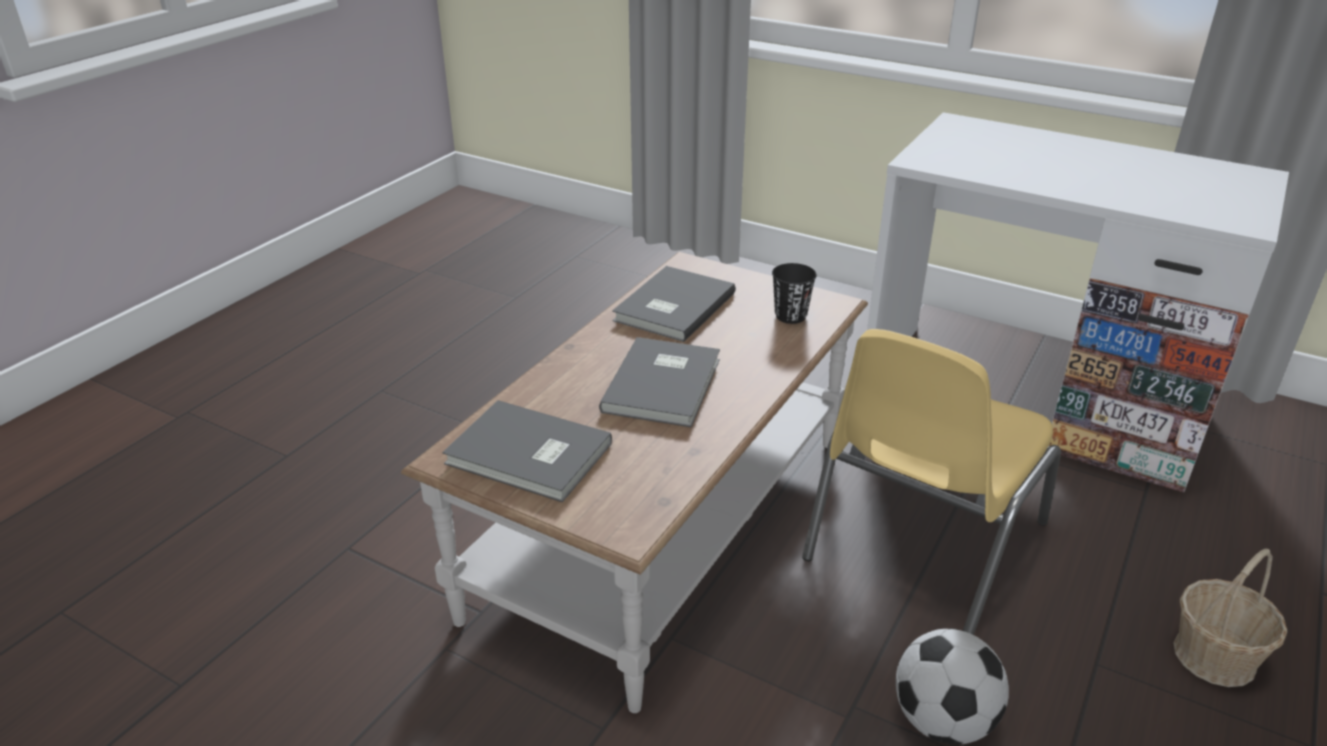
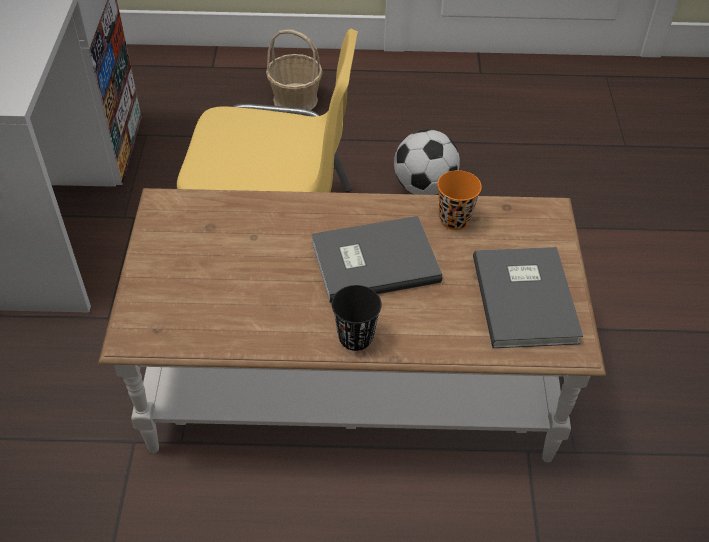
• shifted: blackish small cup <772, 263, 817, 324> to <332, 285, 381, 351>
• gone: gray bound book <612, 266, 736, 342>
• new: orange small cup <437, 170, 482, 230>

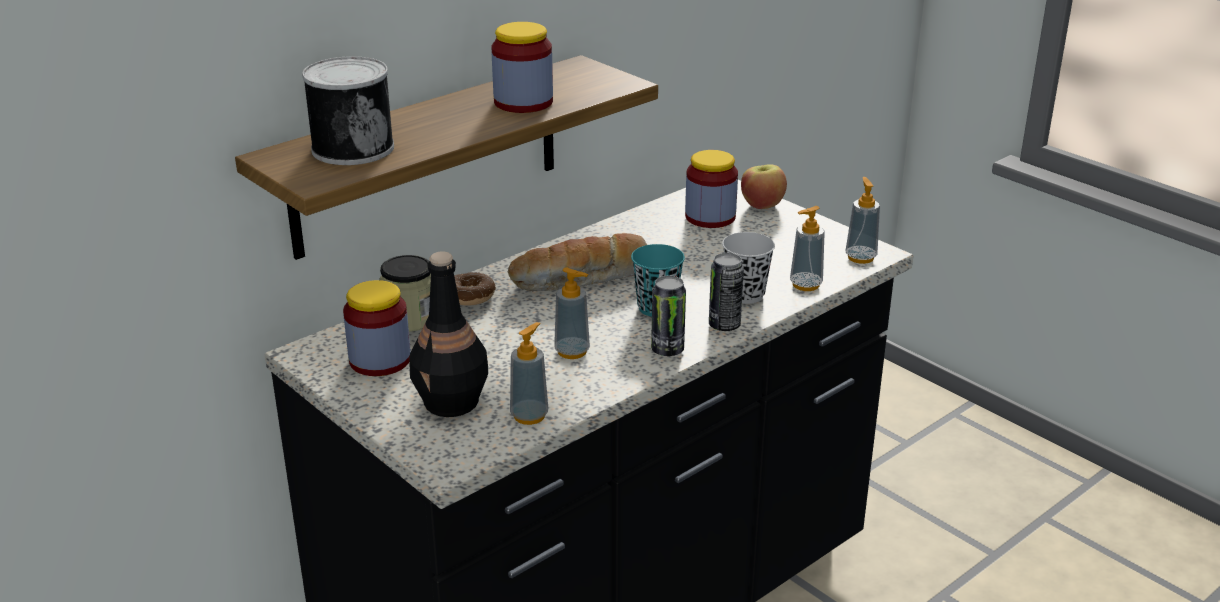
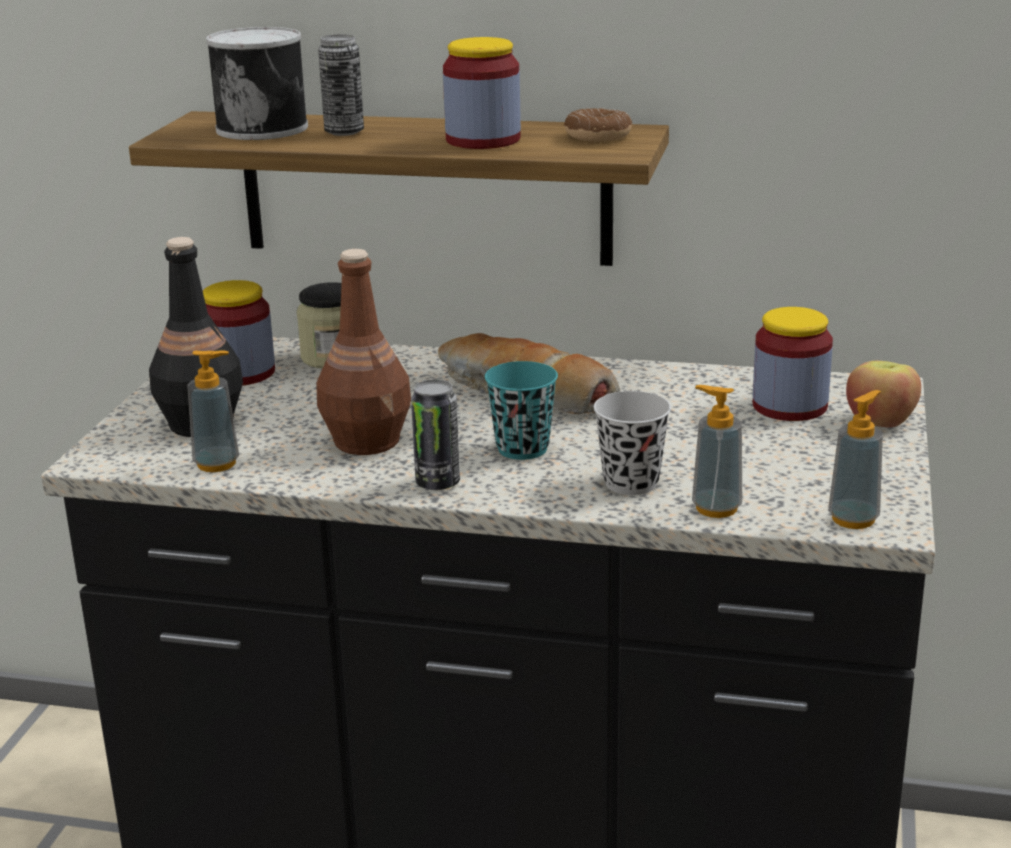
• shifted: metal can <709, 253, 744, 331> to <318, 34, 364, 136>
• swapped: liquid soap bottle <554, 267, 590, 359> to brownish drink bottle <316, 249, 411, 455>
• shifted: donut <454, 272, 496, 306> to <564, 108, 633, 141>

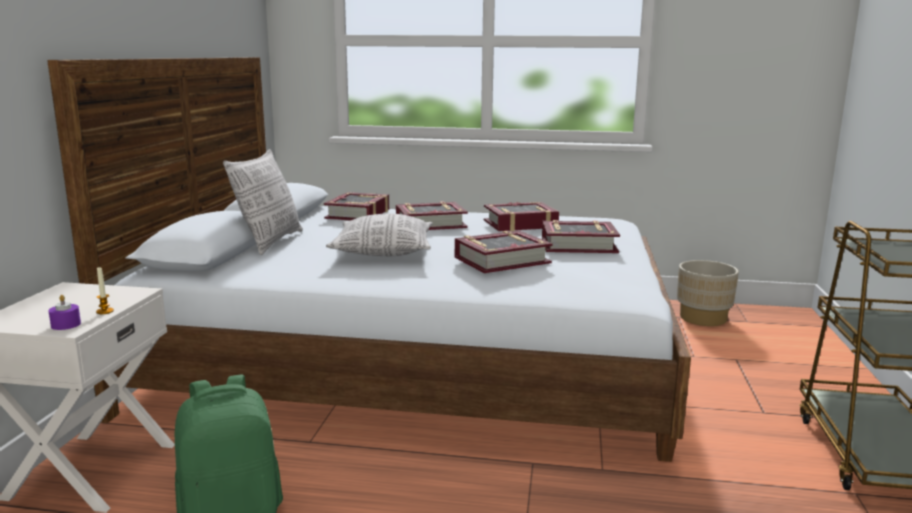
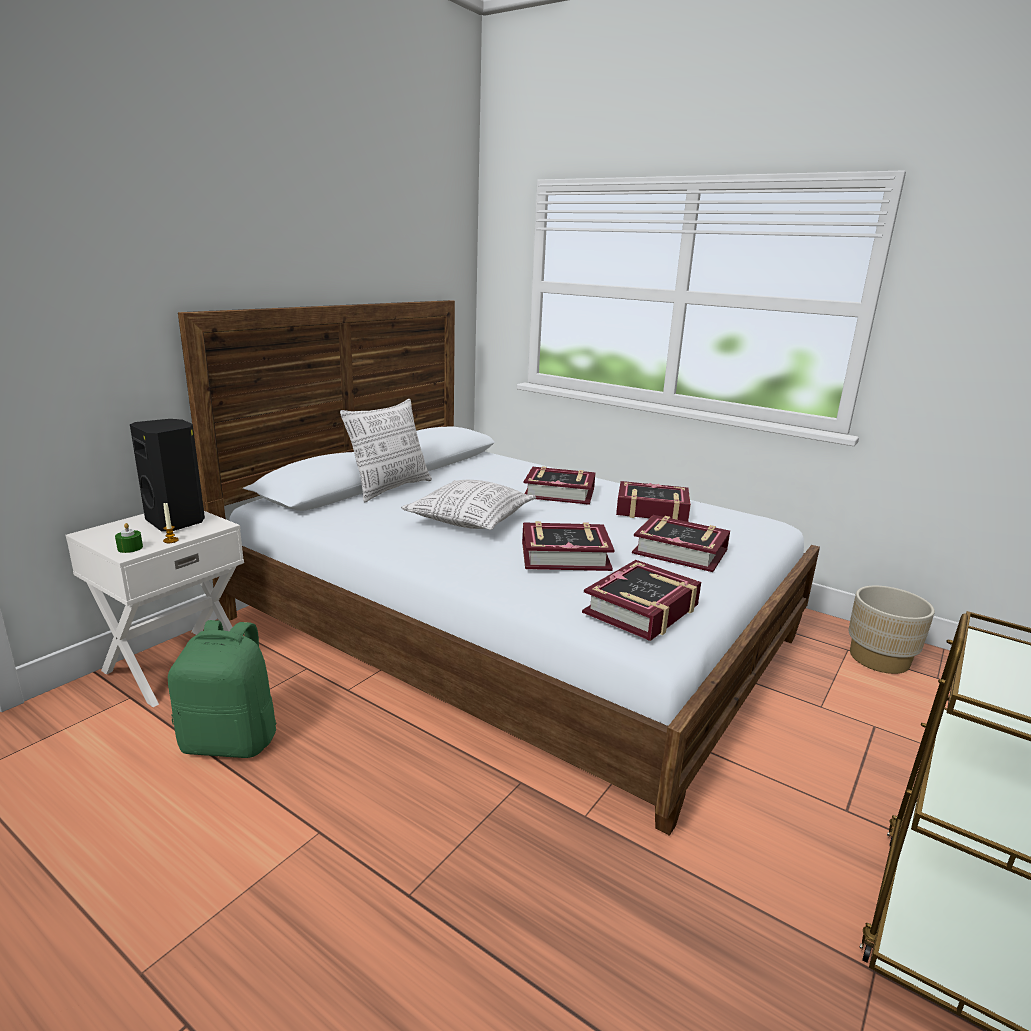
• shifted: bound book <324, 192, 389, 220> to <582, 560, 701, 641>
• repainted: purple-coloured wax candle <48, 295, 81, 330> to green-coloured wax candle <115, 523, 143, 553>
• new: blackish audio speaker <130, 419, 205, 531>

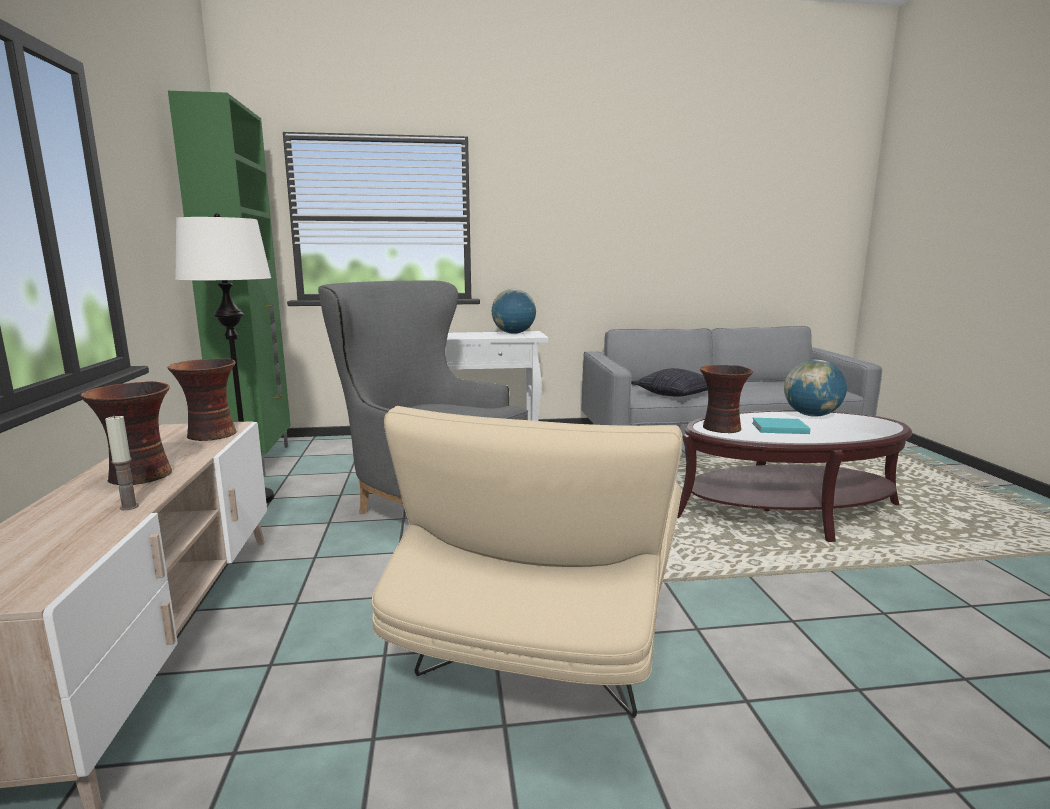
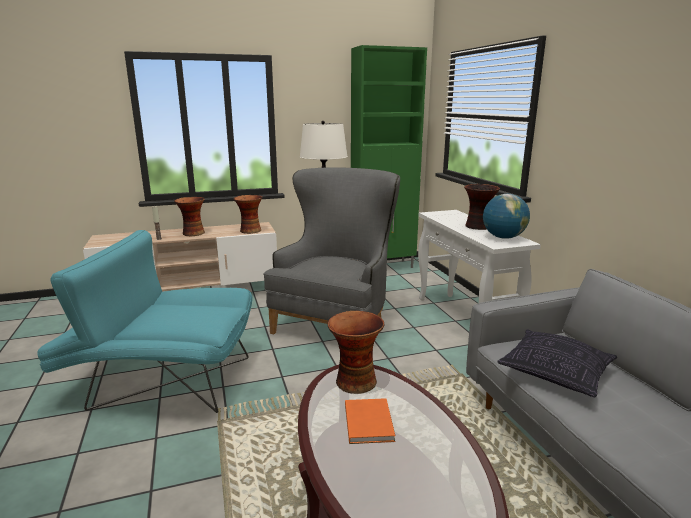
• gone: globe <784, 360, 847, 417>
• repainted: beige easy chair <372, 406, 683, 718> to blue-green easy chair <37, 230, 253, 413>
• repainted: blue-green bound book <752, 418, 810, 434> to orange bound book <345, 398, 395, 444>
• new: flower vase <464, 184, 500, 230>

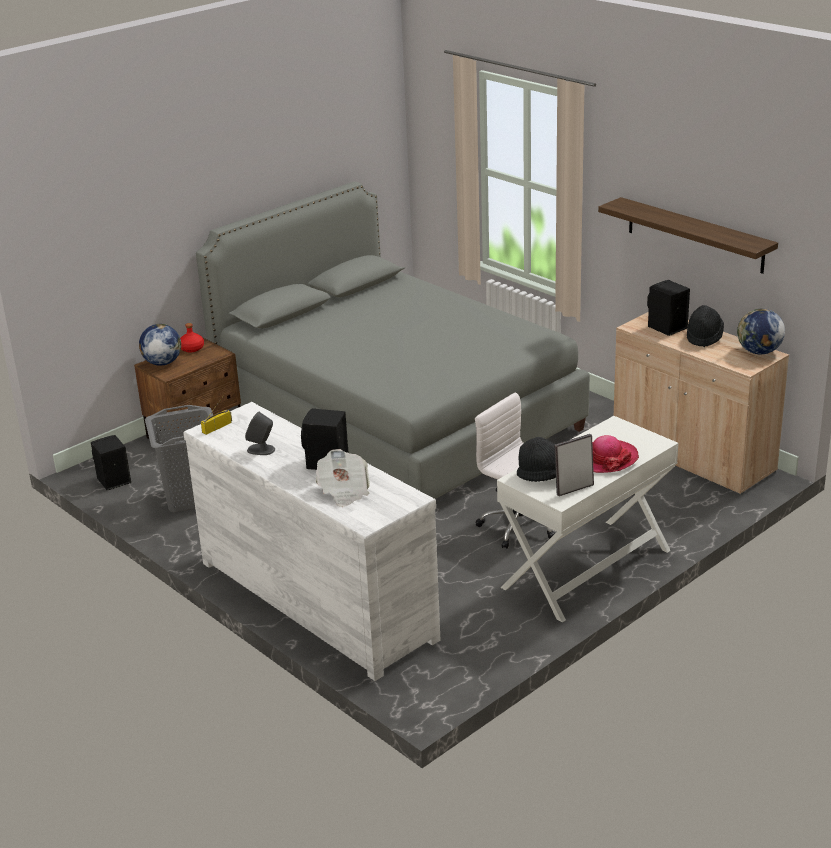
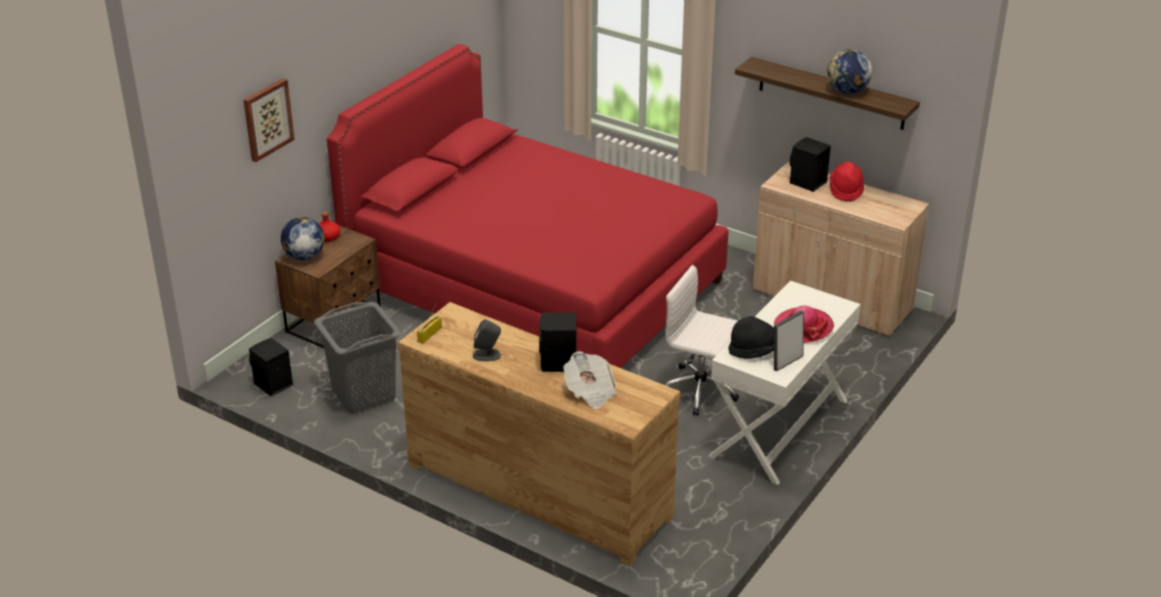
• repainted: gray bedroom bed <196, 182, 590, 499> to red-coloured bedroom bed <327, 44, 729, 368>
• repainted: blackish clothing hat <687, 305, 724, 347> to red-coloured clothing hat <830, 162, 864, 202>
• shifted: globe <737, 309, 785, 354> to <827, 49, 872, 94>
• repainted: white-coloured drawer chest <184, 402, 440, 681> to brownish drawer chest <398, 302, 680, 566>
• new: wall picture <243, 78, 295, 162>

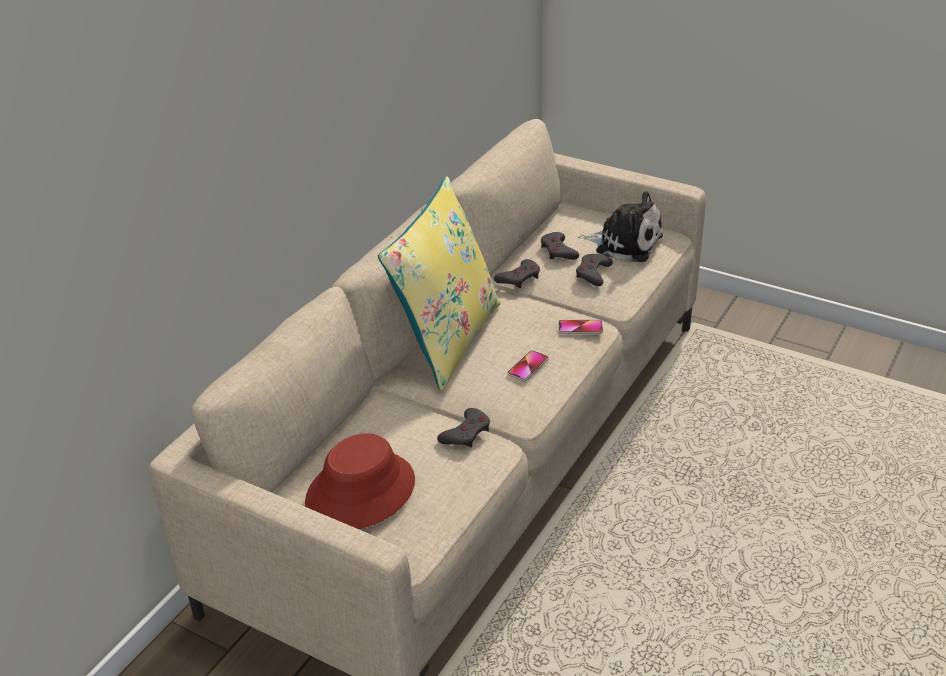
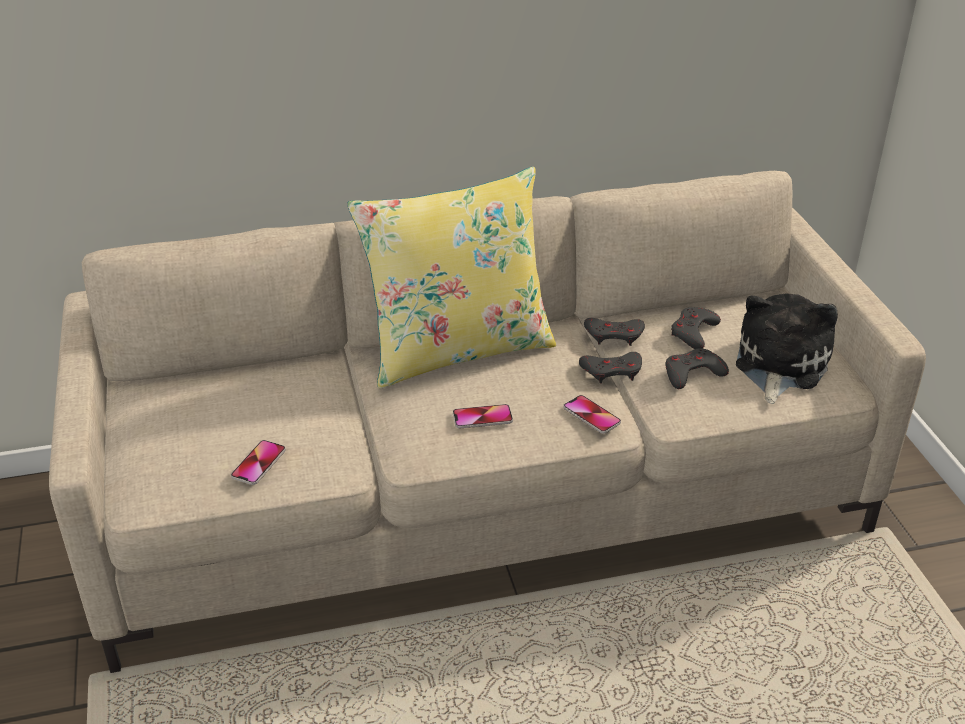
• rotated: cuddly toy <577, 191, 663, 262> = <736, 293, 838, 404> 135 degrees counterclockwise
• shifted: gray game controller <437, 408, 490, 447> to <579, 352, 642, 383>
• gone: red-coloured clothing hat <305, 433, 415, 529>
• new: handset <231, 440, 286, 485>

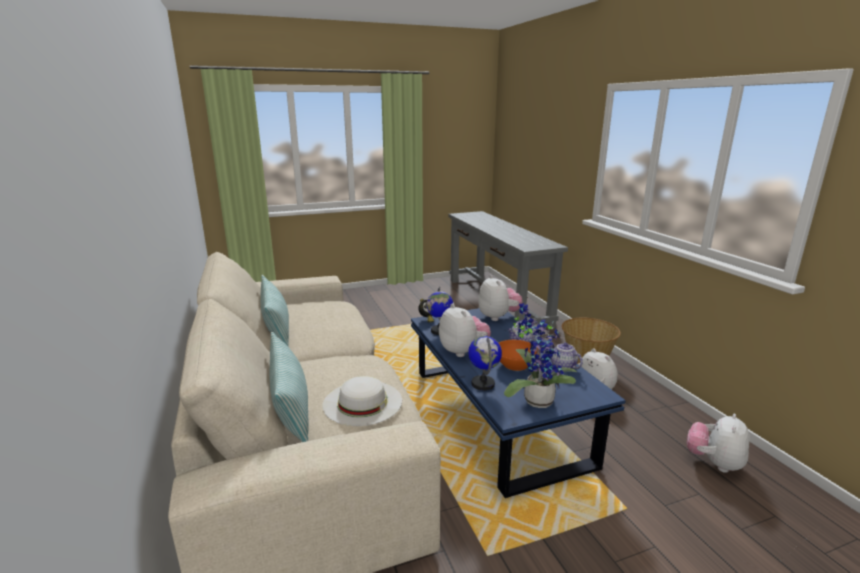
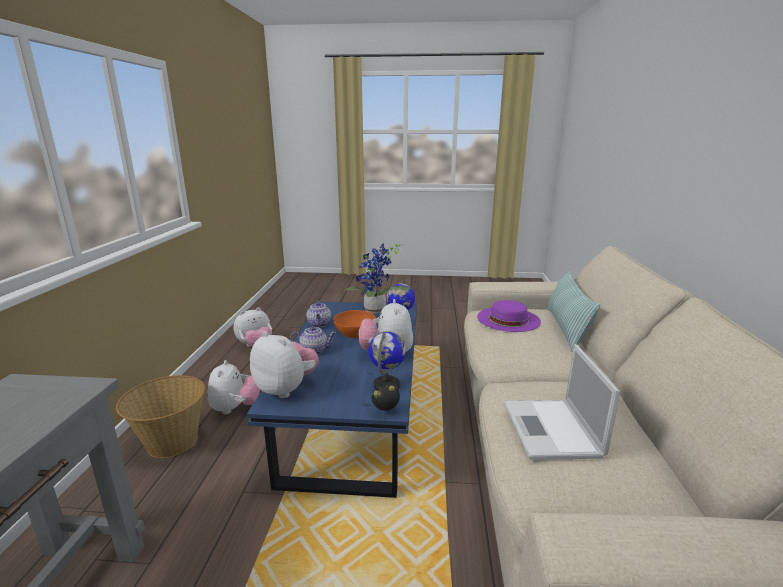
• gone: throw pillow <261, 275, 289, 347>
• rotated: cuddly toy <478, 275, 523, 321> = <250, 331, 319, 398> 120 degrees clockwise
• repainted: white-coloured clothing hat <323, 376, 402, 426> to purple-coloured clothing hat <477, 300, 541, 332>
• new: notebook computer <504, 344, 620, 460>

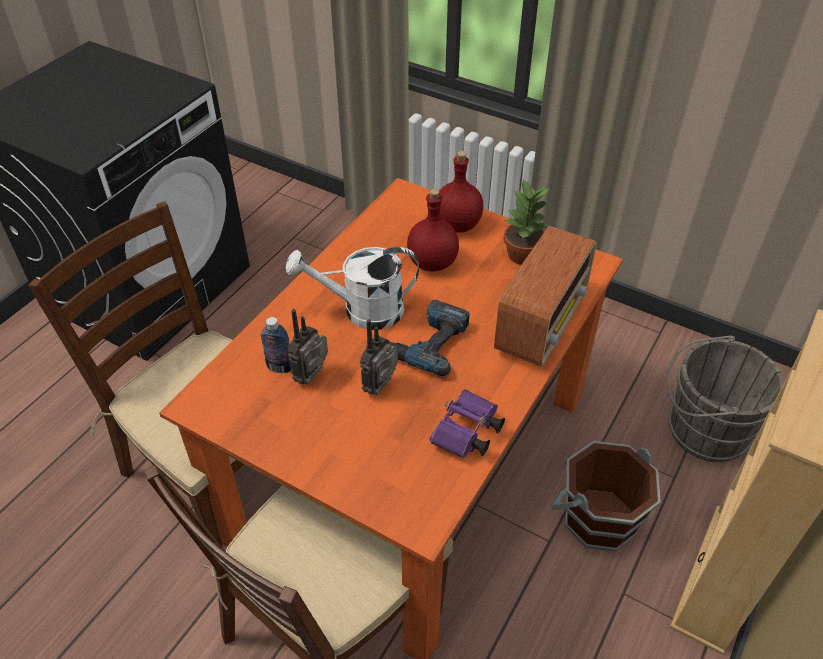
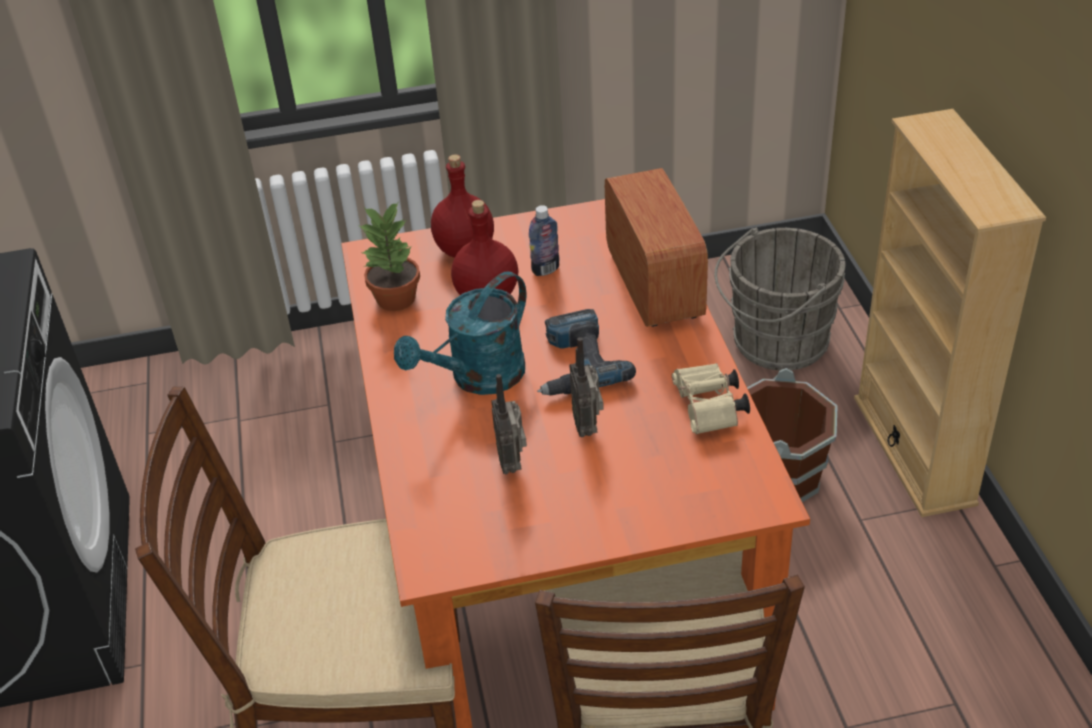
• shifted: houseplant <503, 179, 549, 265> to <358, 203, 420, 311>
• repainted: white-coloured watering pot <286, 247, 419, 330> to blue-green watering pot <394, 272, 526, 395>
• shifted: drink bottle <260, 317, 291, 373> to <529, 205, 559, 276>
• repainted: purple-coloured field glasses <430, 390, 505, 458> to beige field glasses <672, 363, 750, 434>

